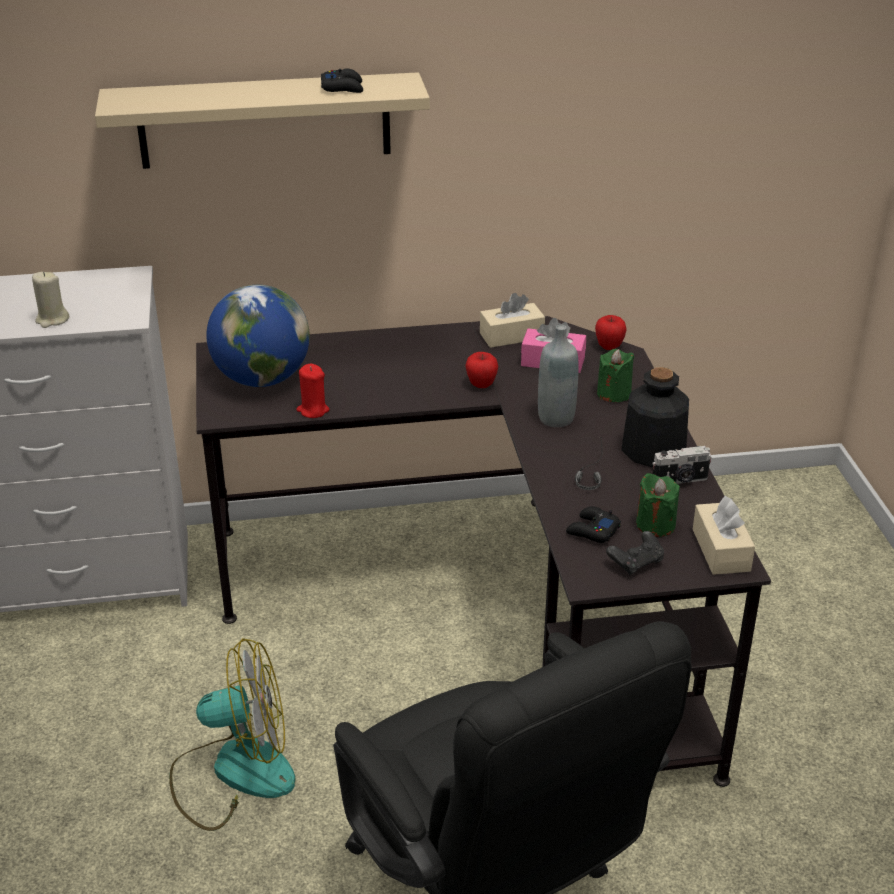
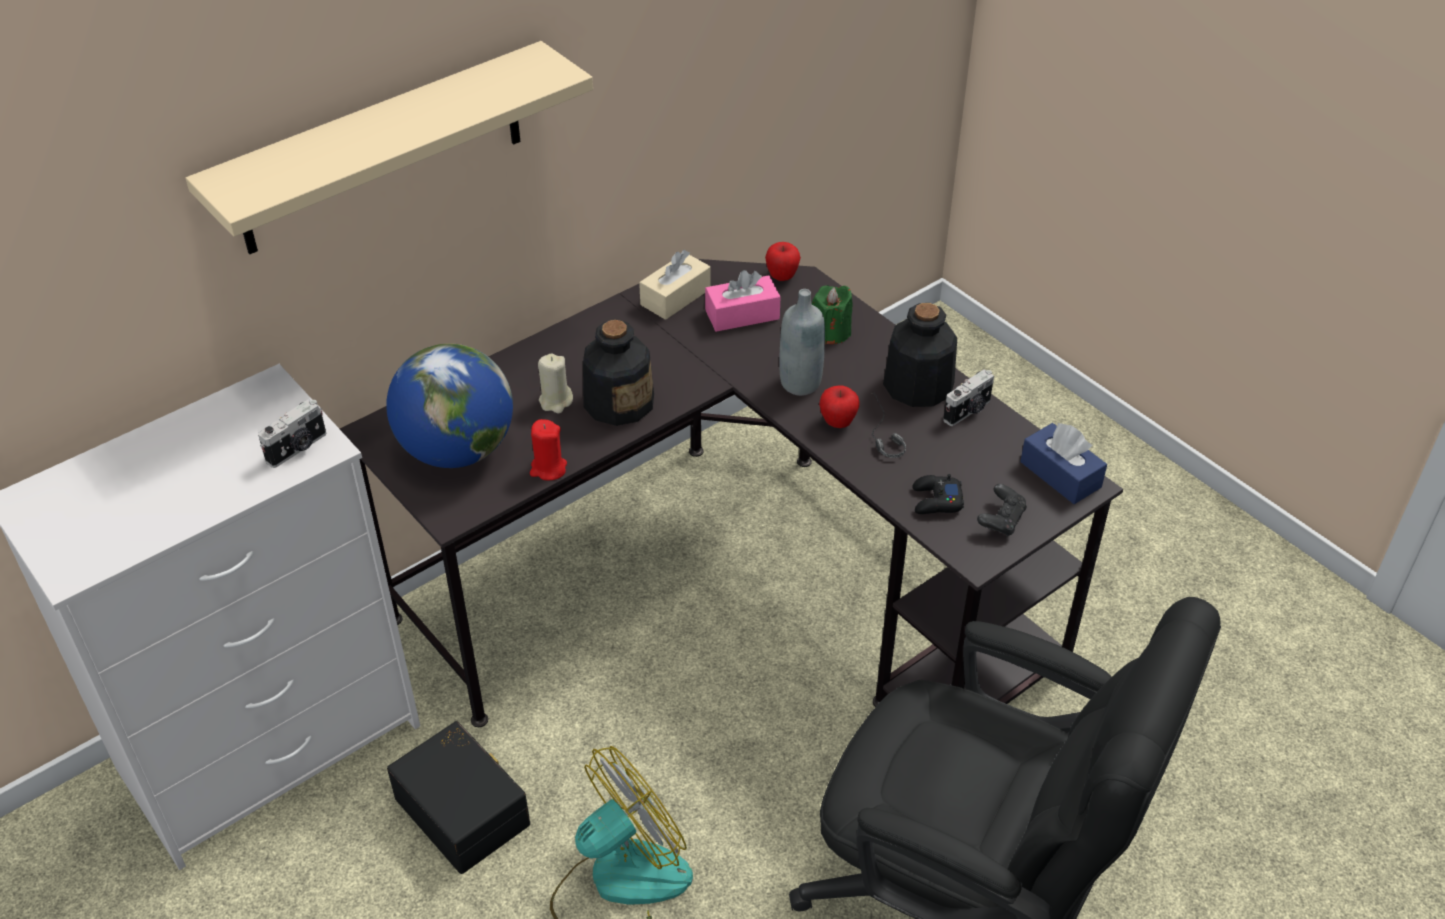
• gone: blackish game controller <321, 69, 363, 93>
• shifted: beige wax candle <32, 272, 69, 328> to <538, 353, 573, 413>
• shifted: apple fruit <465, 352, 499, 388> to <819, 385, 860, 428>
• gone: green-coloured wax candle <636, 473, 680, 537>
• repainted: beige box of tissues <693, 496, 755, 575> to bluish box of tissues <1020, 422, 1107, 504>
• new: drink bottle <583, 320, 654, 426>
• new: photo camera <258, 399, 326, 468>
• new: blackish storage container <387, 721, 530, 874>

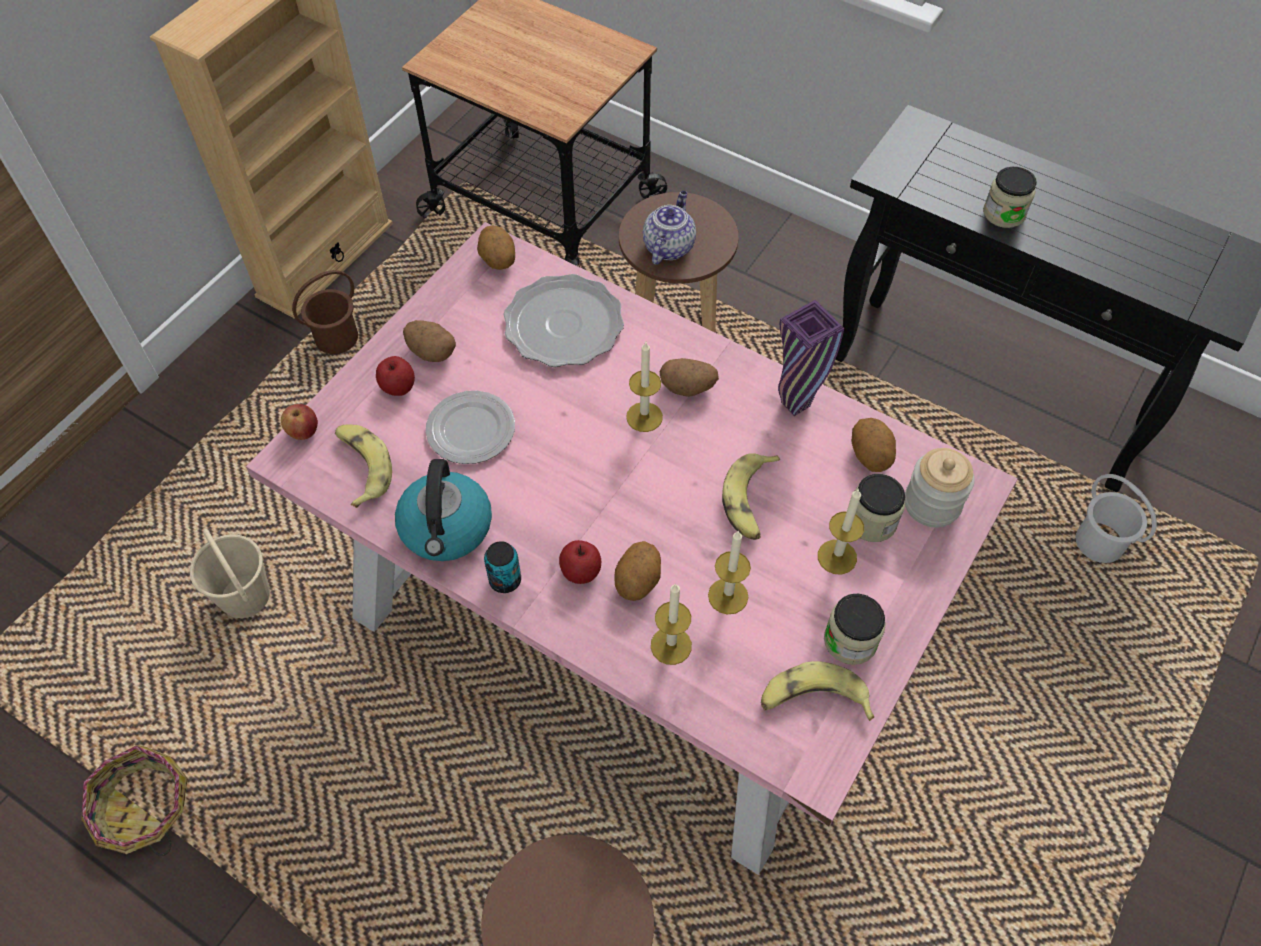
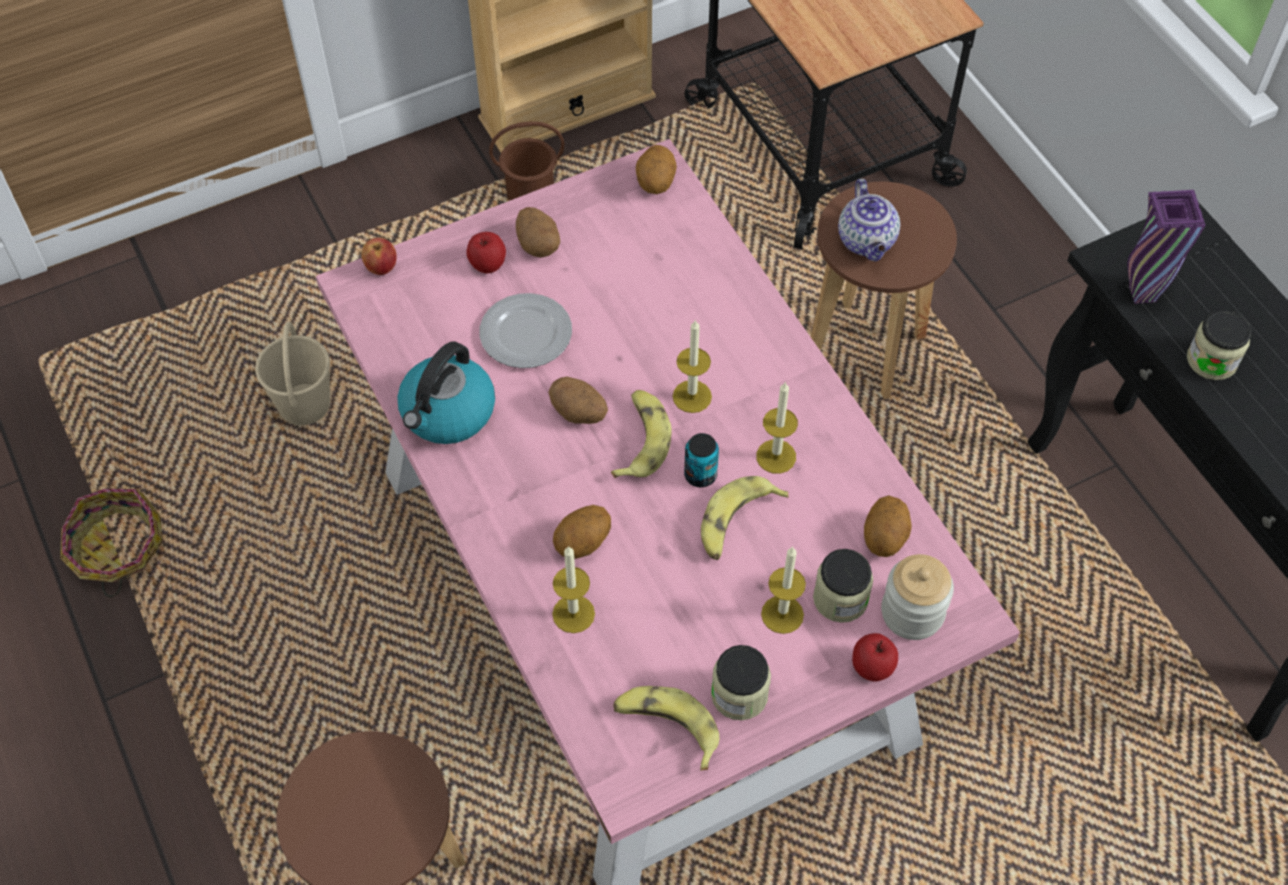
• rotated: teapot <643, 191, 696, 265> = <838, 179, 900, 261> 120 degrees clockwise
• gone: flat dish <504, 274, 624, 367>
• shifted: purple-coloured flower vase <778, 299, 844, 416> to <1127, 190, 1205, 304>
• shifted: spud <660, 358, 719, 397> to <548, 376, 608, 424>
• shifted: banana fruit <335, 425, 392, 508> to <611, 390, 672, 478>
• gone: white-coloured bucket <1076, 474, 1157, 563>
• shifted: wax candle <708, 530, 751, 615> to <756, 381, 798, 474>
• shifted: apple fruit <559, 540, 601, 584> to <852, 633, 898, 682>
• shifted: metal can <484, 541, 521, 593> to <684, 433, 719, 487>

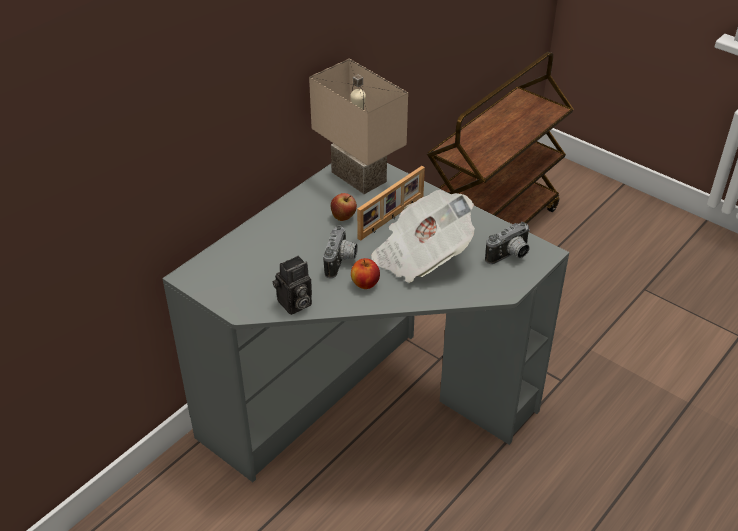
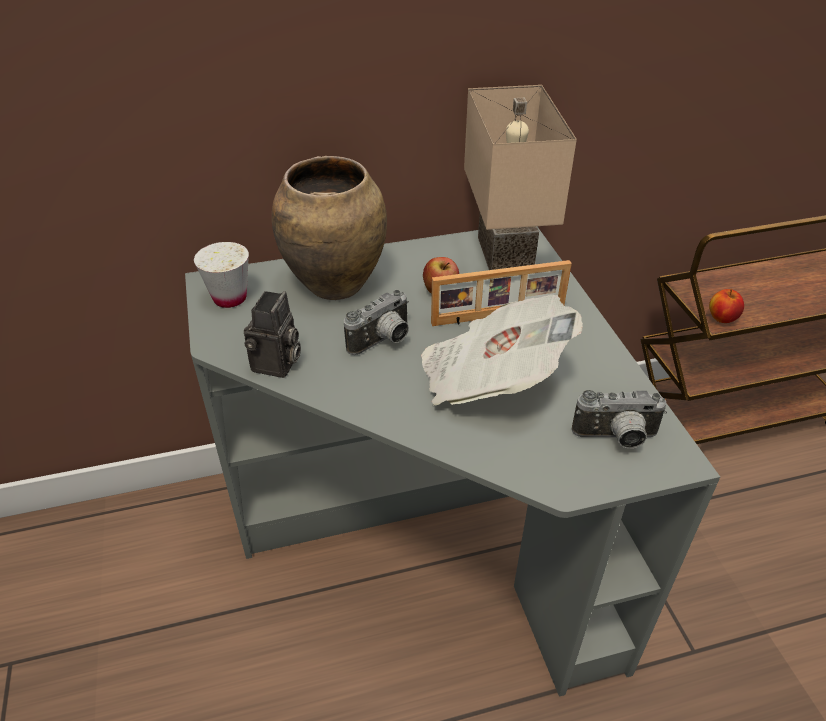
• rotated: photo camera <272, 256, 312, 315> = <244, 291, 301, 378> 75 degrees counterclockwise
• shifted: apple fruit <351, 258, 380, 289> to <709, 289, 744, 323>
• new: brownish flower vase <272, 156, 387, 300>
• new: white-coloured small cup <194, 242, 249, 308>

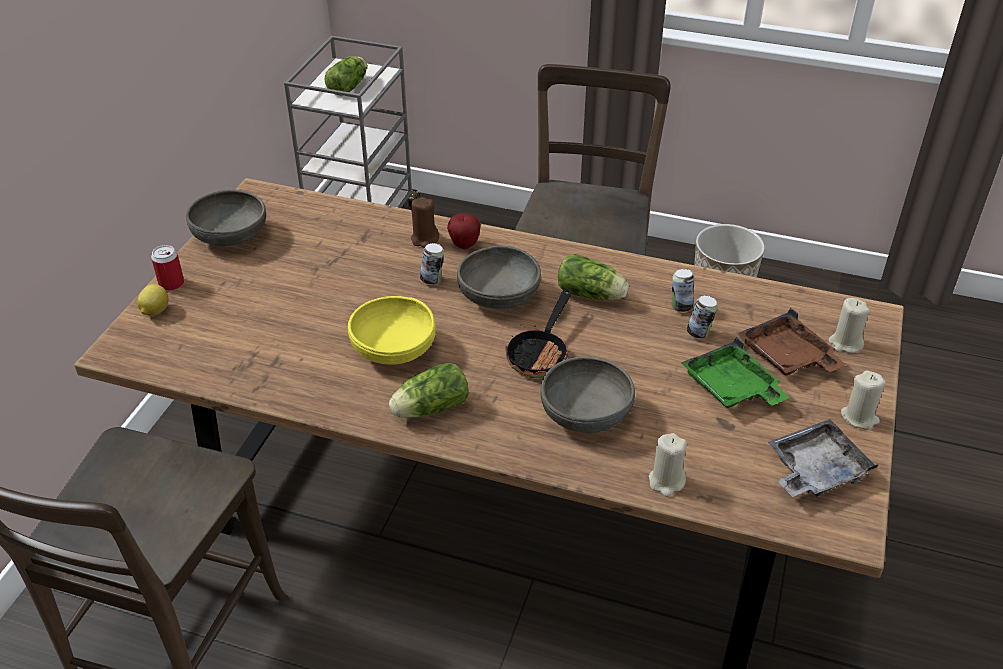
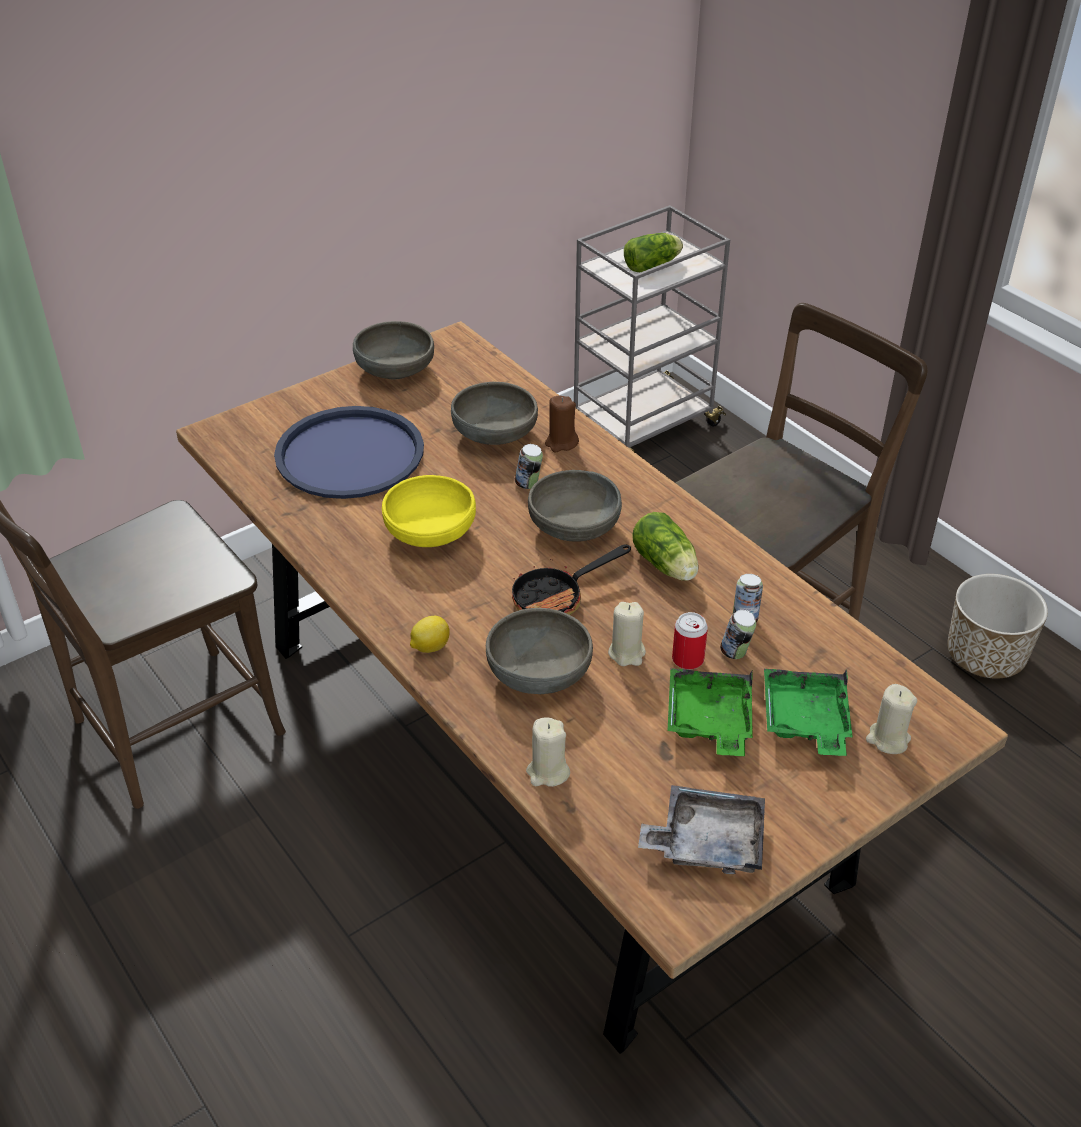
• gone: apple fruit <447, 213, 481, 249>
• shifted: metal can <151, 245, 184, 291> to <672, 612, 708, 670>
• shifted: citrus fruit <137, 284, 169, 316> to <410, 616, 450, 653>
• repainted: brownish carrying tray <739, 308, 846, 376> to green-coloured carrying tray <764, 669, 853, 756>
• gone: lettuce head <389, 363, 469, 418>
• shifted: beige wax candle <841, 371, 886, 430> to <608, 602, 646, 666>
• new: gray bowl <451, 382, 538, 445>
• new: bluish carrying tray <274, 406, 424, 499>

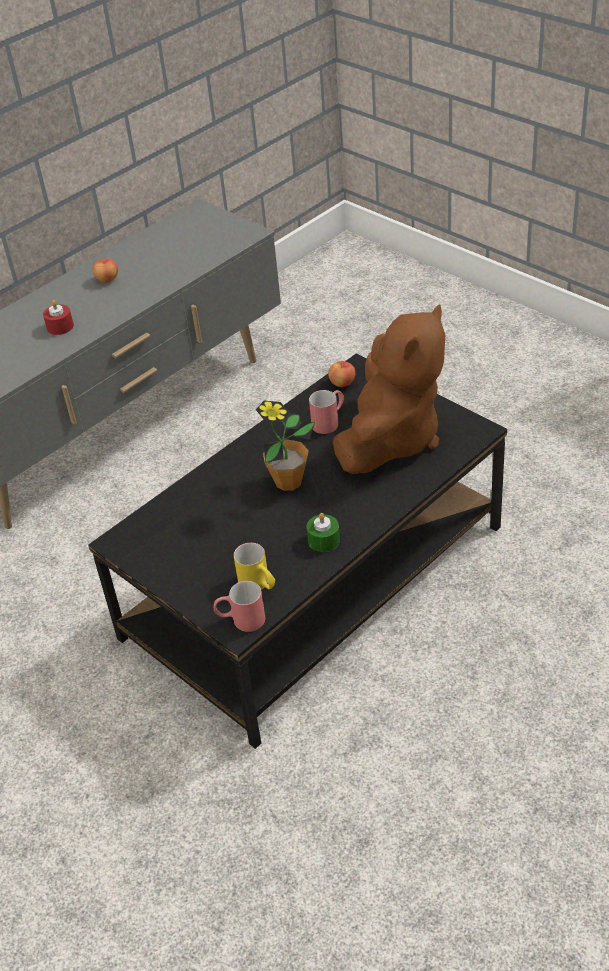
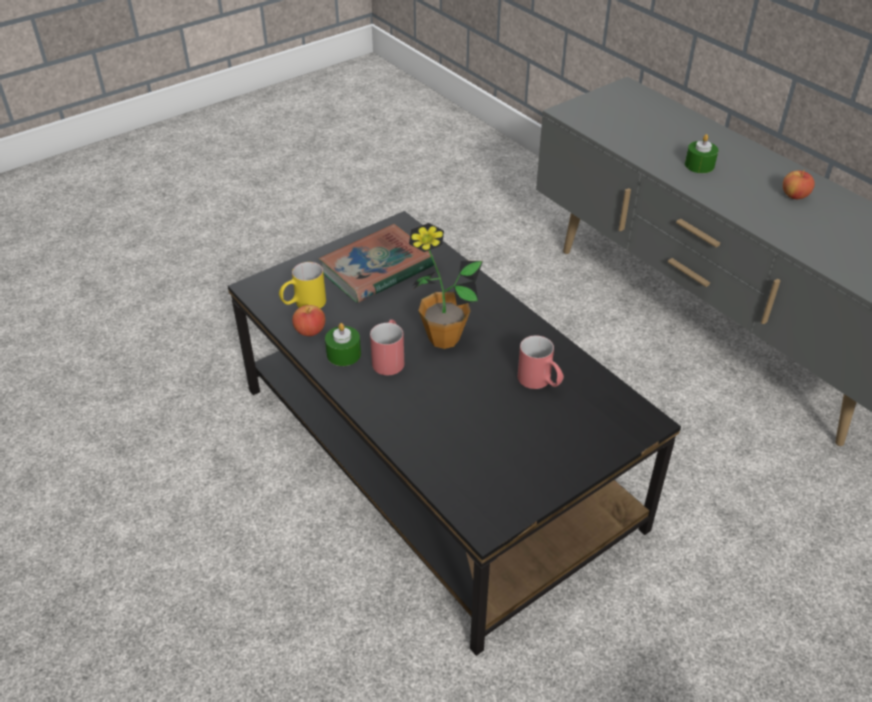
• repainted: red-coloured wax candle <43, 300, 74, 335> to green-coloured wax candle <685, 134, 718, 173>
• gone: brownish cuddly toy <333, 304, 445, 474>
• shifted: apple fruit <328, 361, 355, 387> to <292, 305, 325, 336>
• shifted: red-coloured coffee mug <214, 581, 265, 632> to <370, 319, 404, 375>
• new: bound book <318, 224, 434, 303>

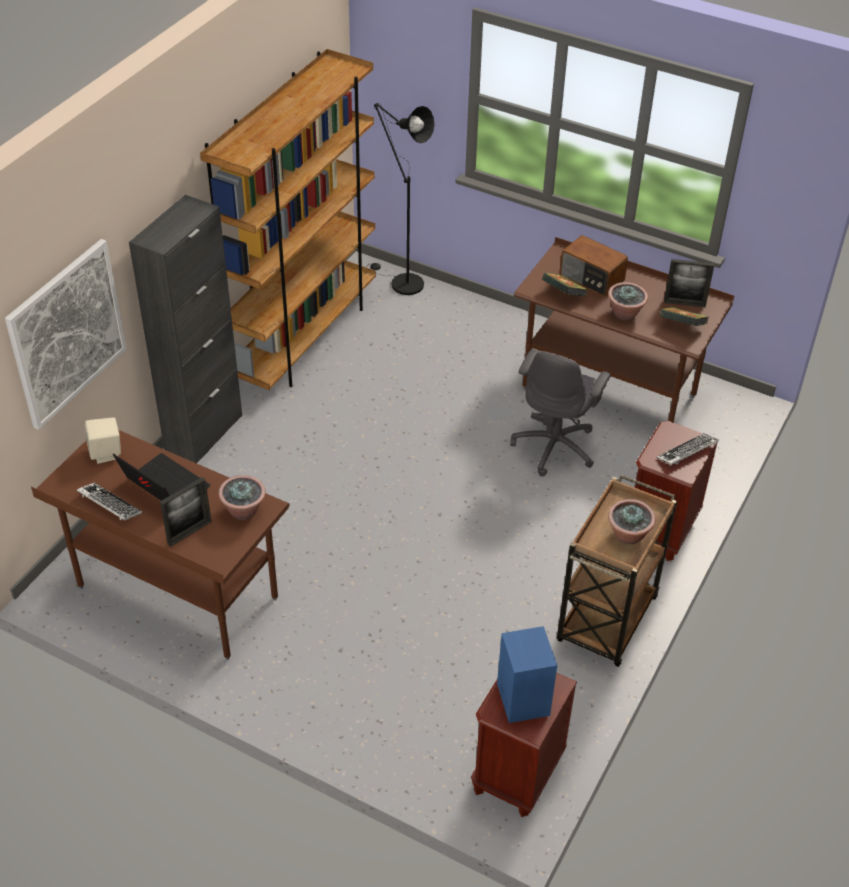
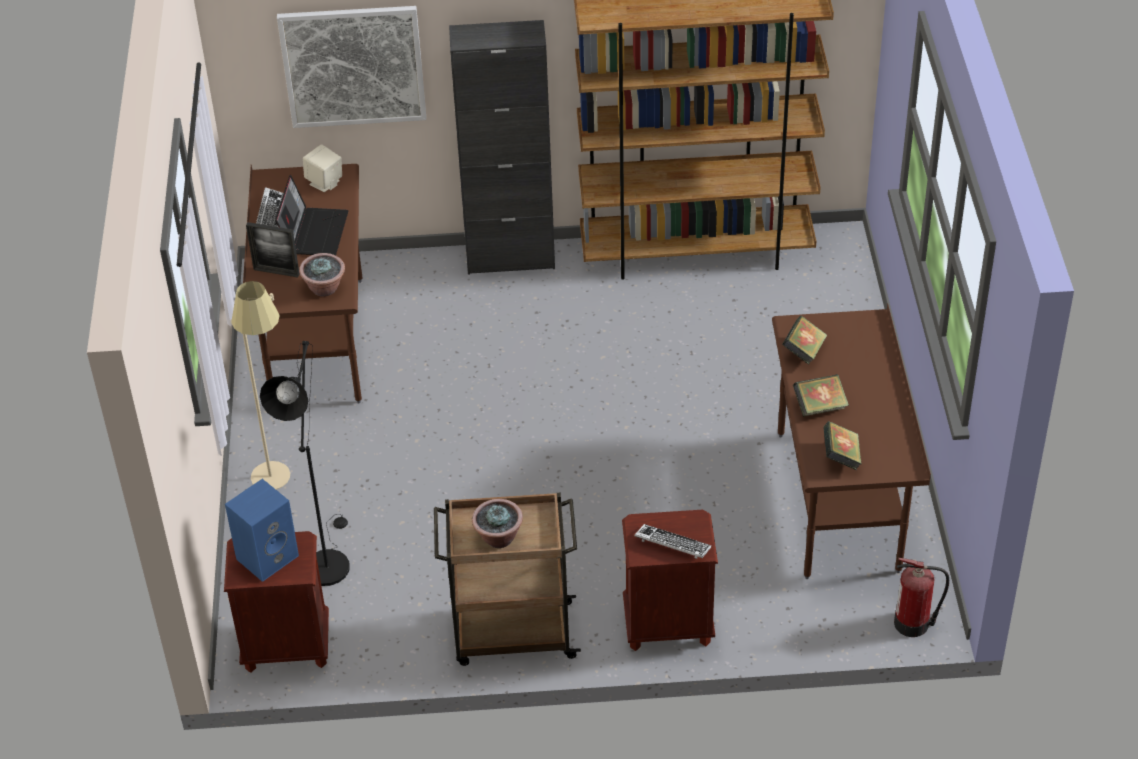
• shifted: blackish standing lamp <368, 103, 434, 295> to <260, 341, 350, 586>
• gone: radio set <560, 235, 628, 297>
• gone: picture frame <664, 259, 714, 307>
• swapped: houseplant <608, 282, 648, 320> to bound book <793, 374, 849, 417>
• gone: gray office chair <510, 350, 611, 476>
• new: beige standing lamp <231, 281, 290, 490>
• new: extinguisher <894, 558, 949, 637>

